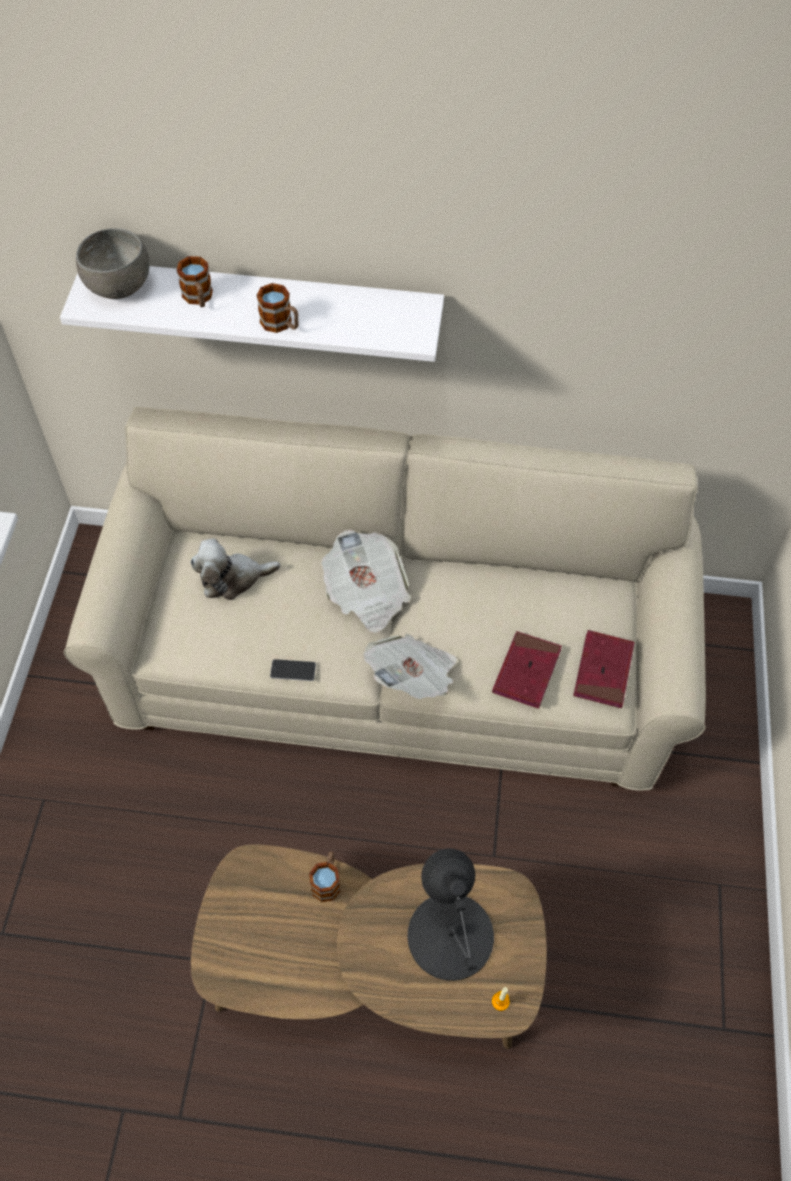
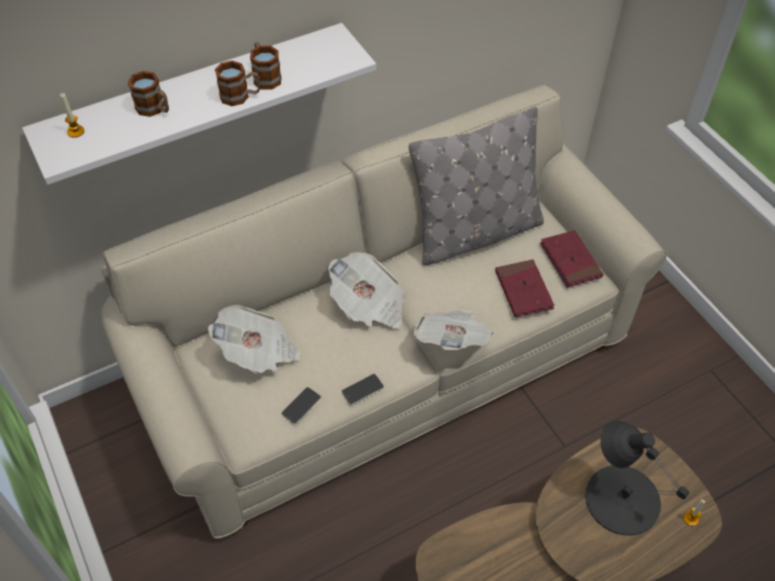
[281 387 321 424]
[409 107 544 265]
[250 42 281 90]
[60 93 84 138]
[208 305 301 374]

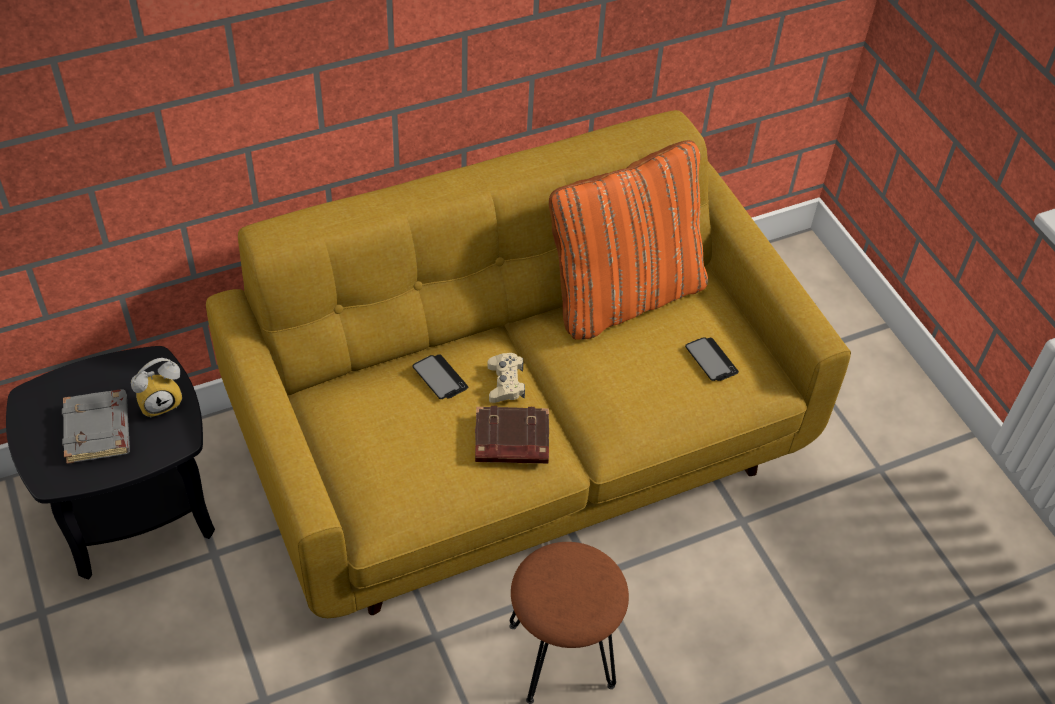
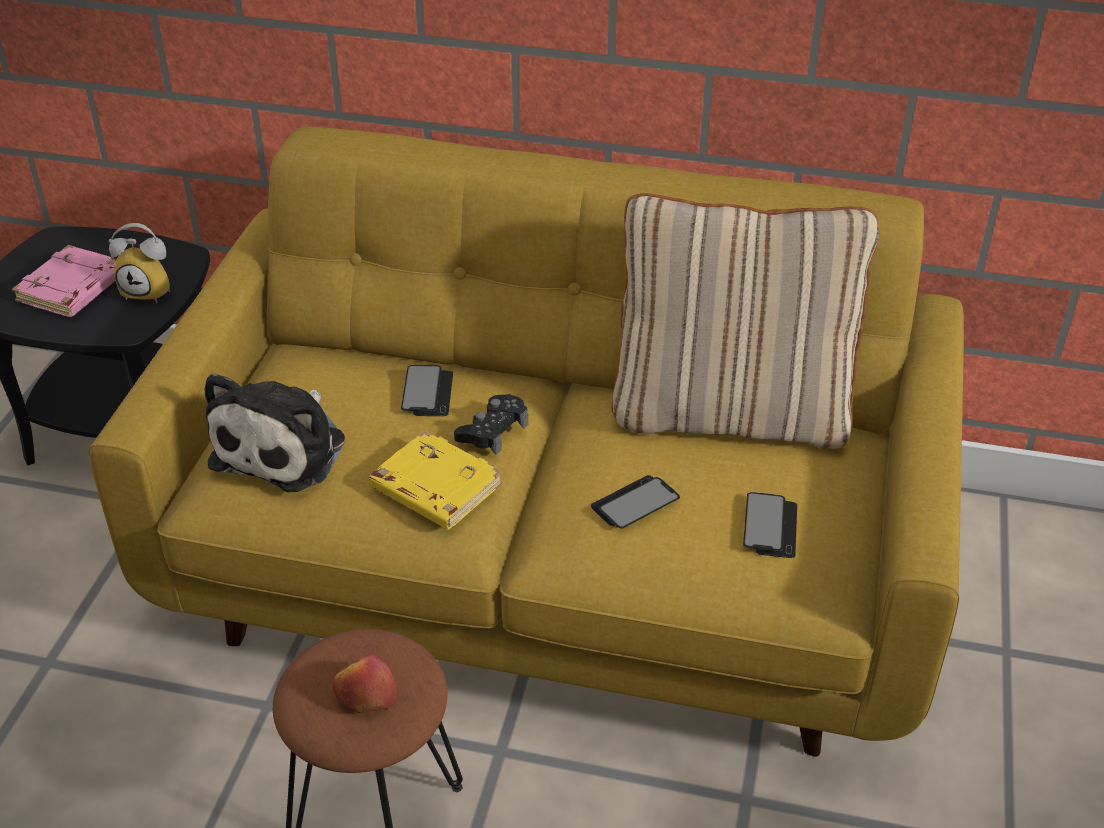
[205 373 345 492]
[333 654 396 713]
[591 475 680 529]
[12 245 117 317]
[369 430 503 530]
[454 394 528 455]
[611 193 879 449]

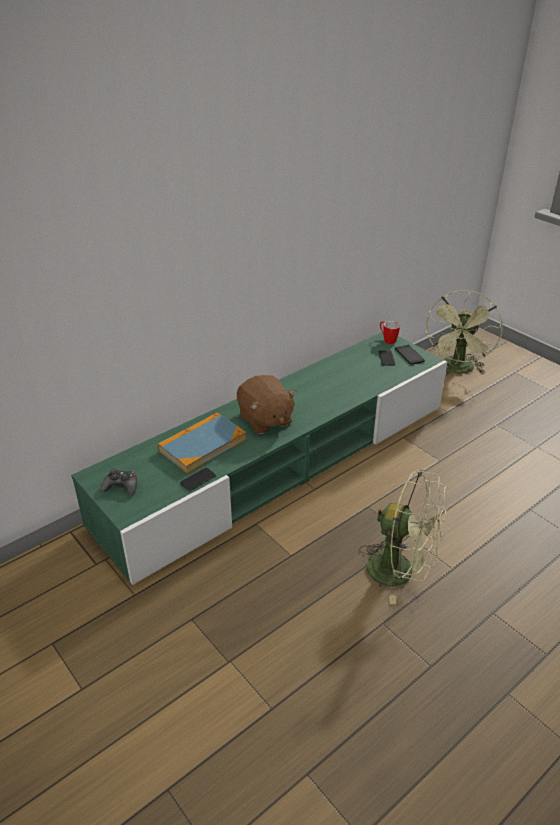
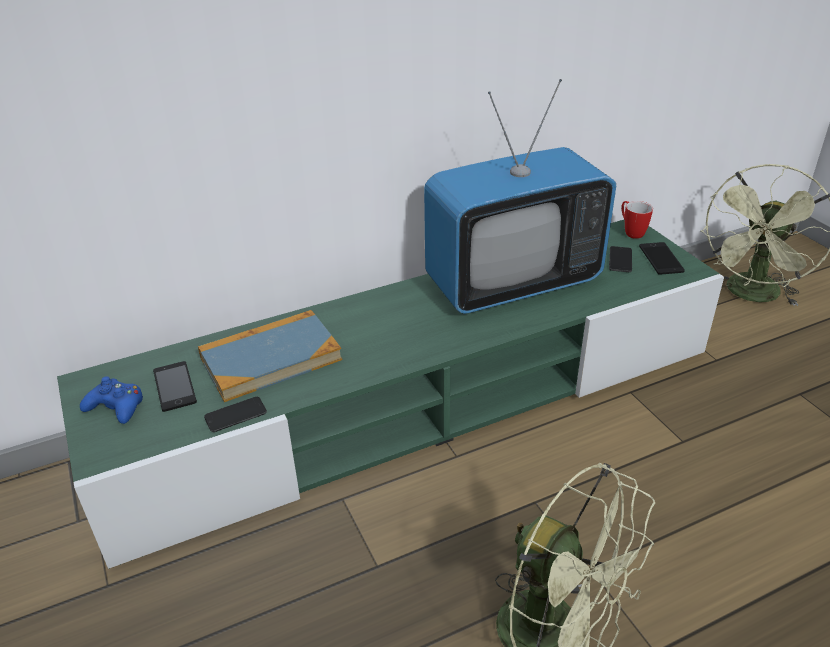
[237 375 296 434] (first image)
[153 361 197 412]
[424 79 616 314]
[80 376 143 424]

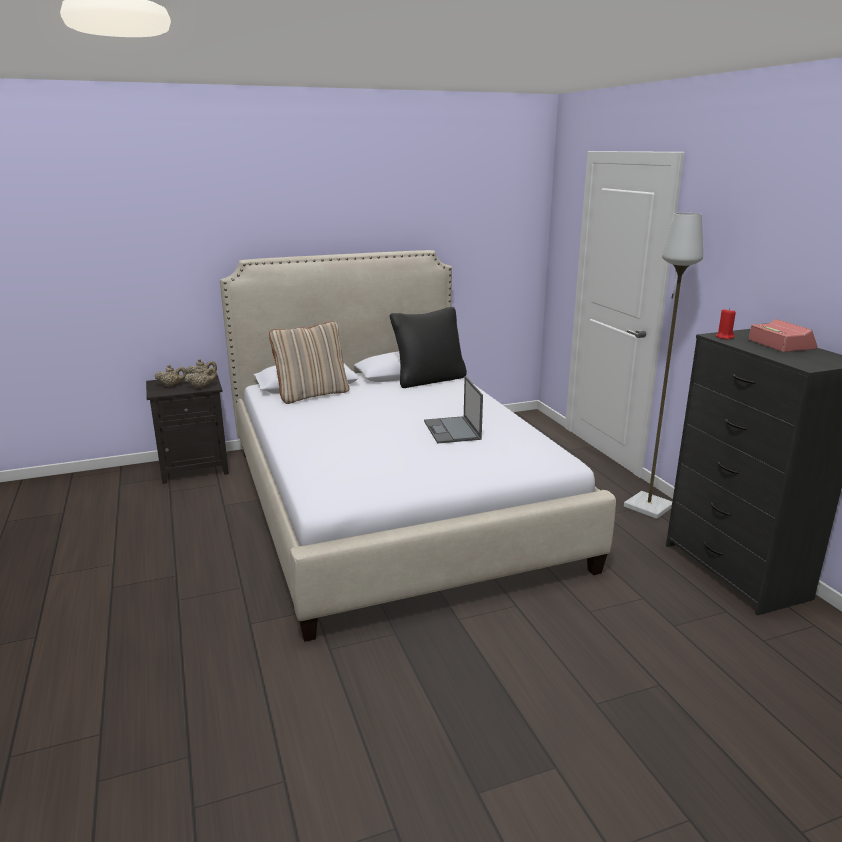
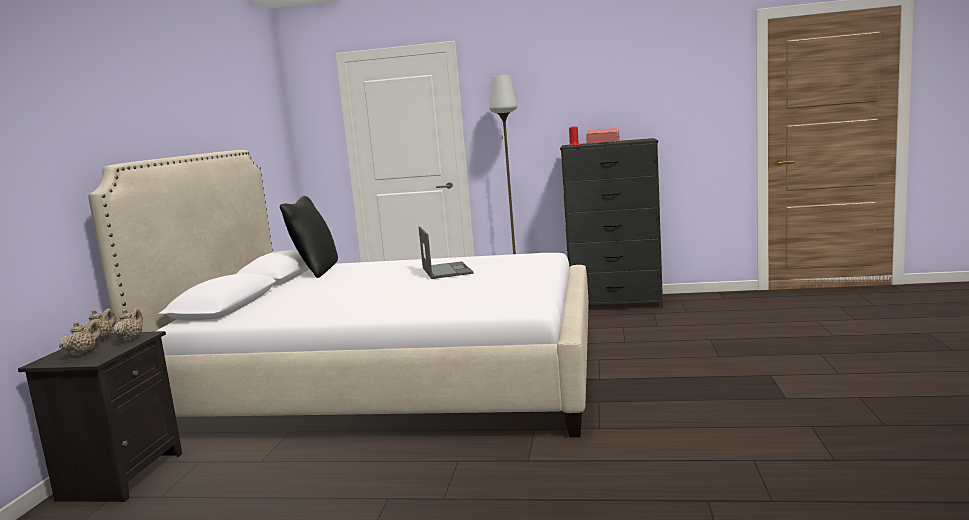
[269 321 350 404] (first image)
[419 227 474 279]

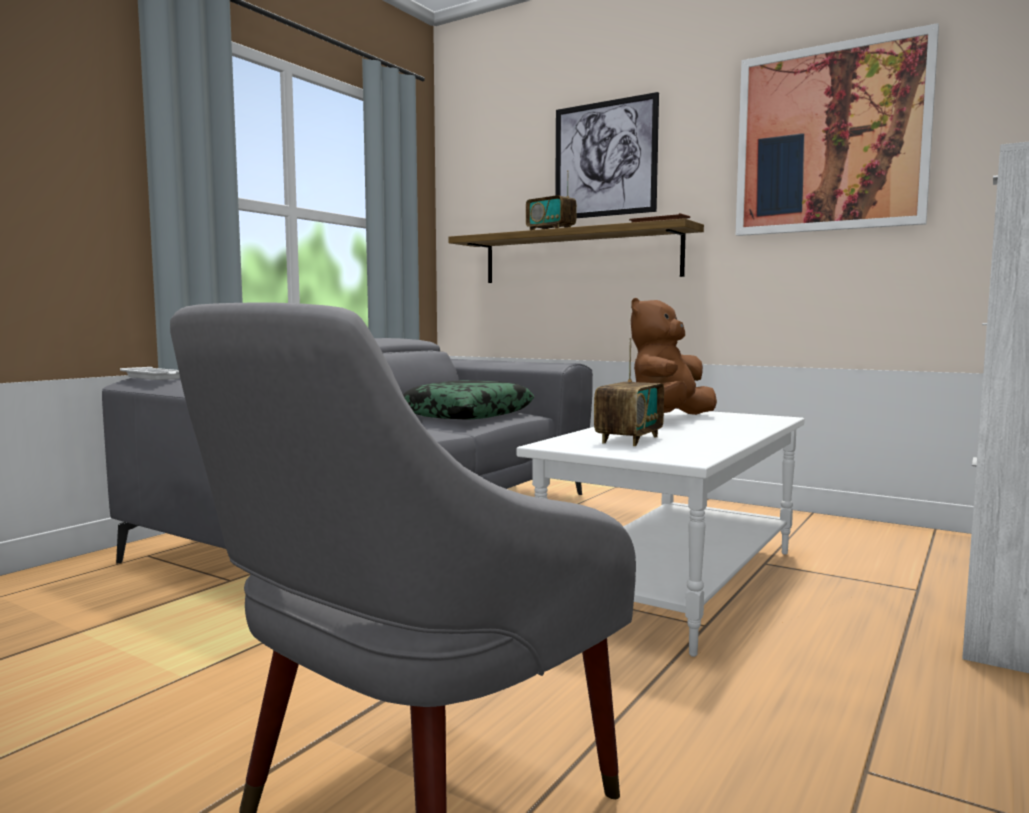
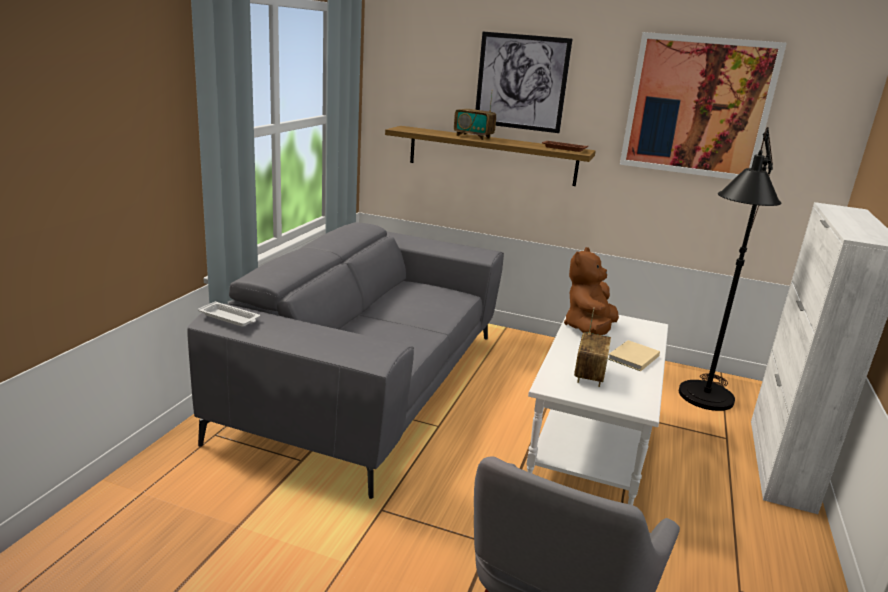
[403 380 534 420] (first image)
[608 340 660 371]
[679 127 781 411]

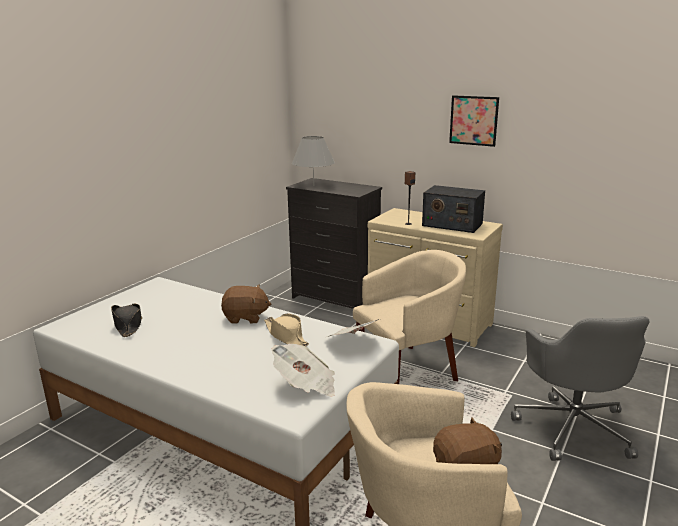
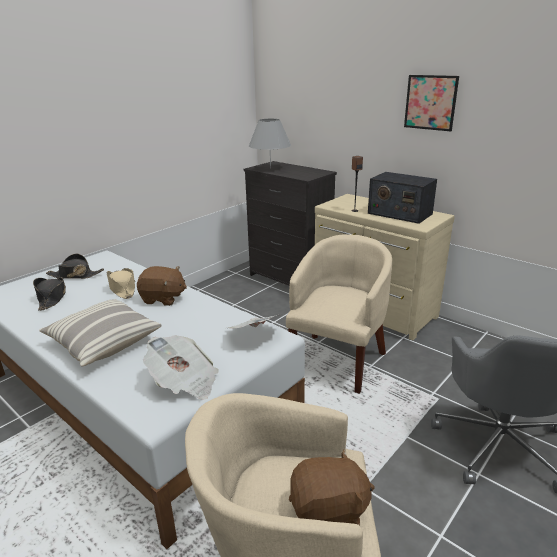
[39 299 162 367]
[46 254 104 279]
[106 268 135 299]
[286 234 392 394]

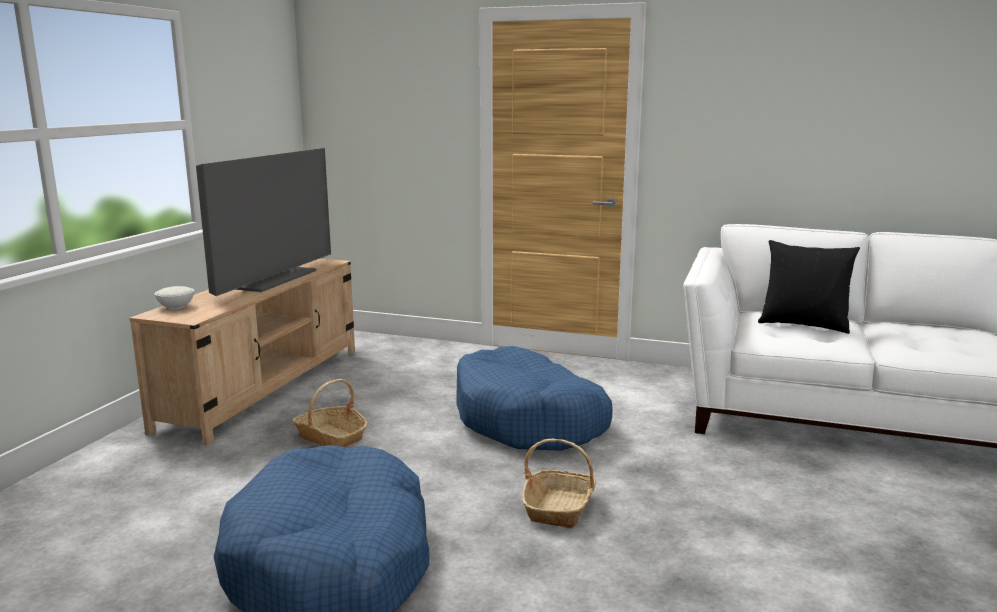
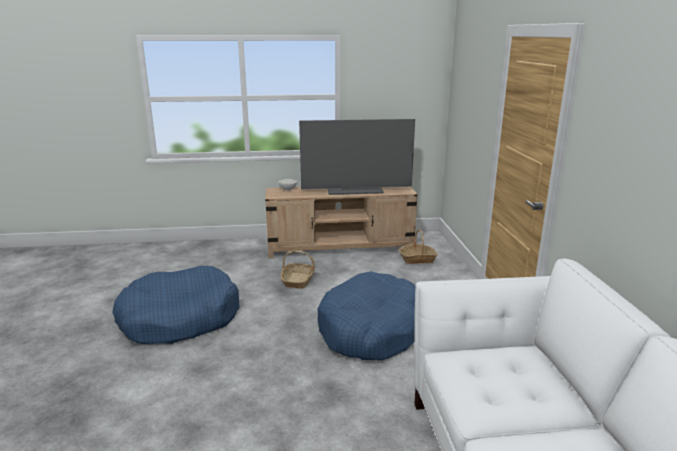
[758 240 860 334] (first image)
[399 229 438 264]

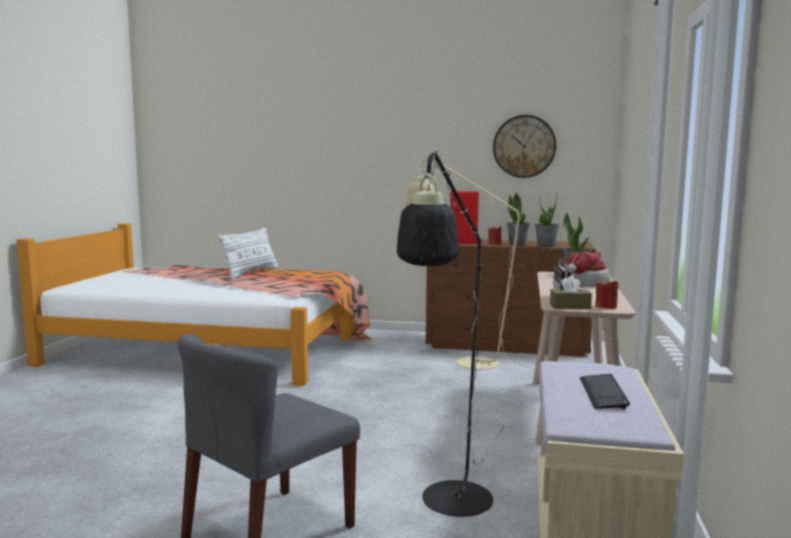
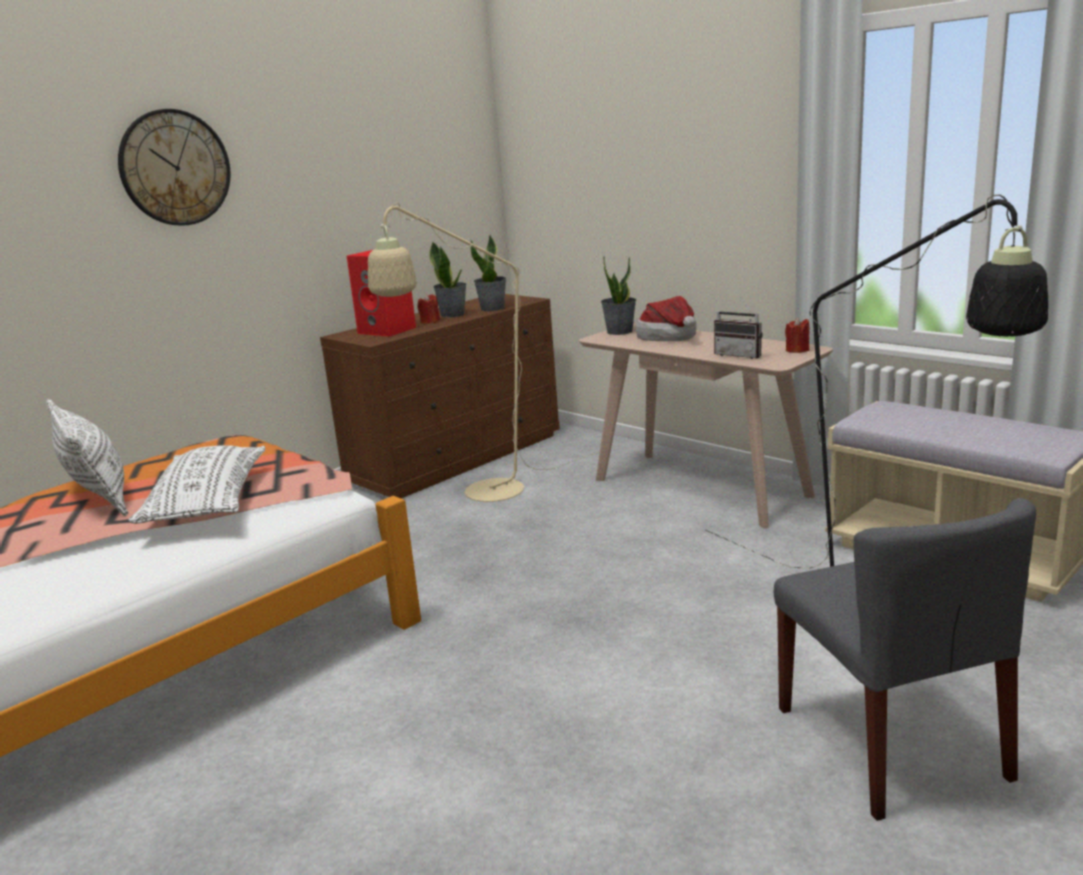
[550 275 592 309] (first image)
[580 374 630 409] (first image)
[129 445 265 524]
[118 109 231 226]

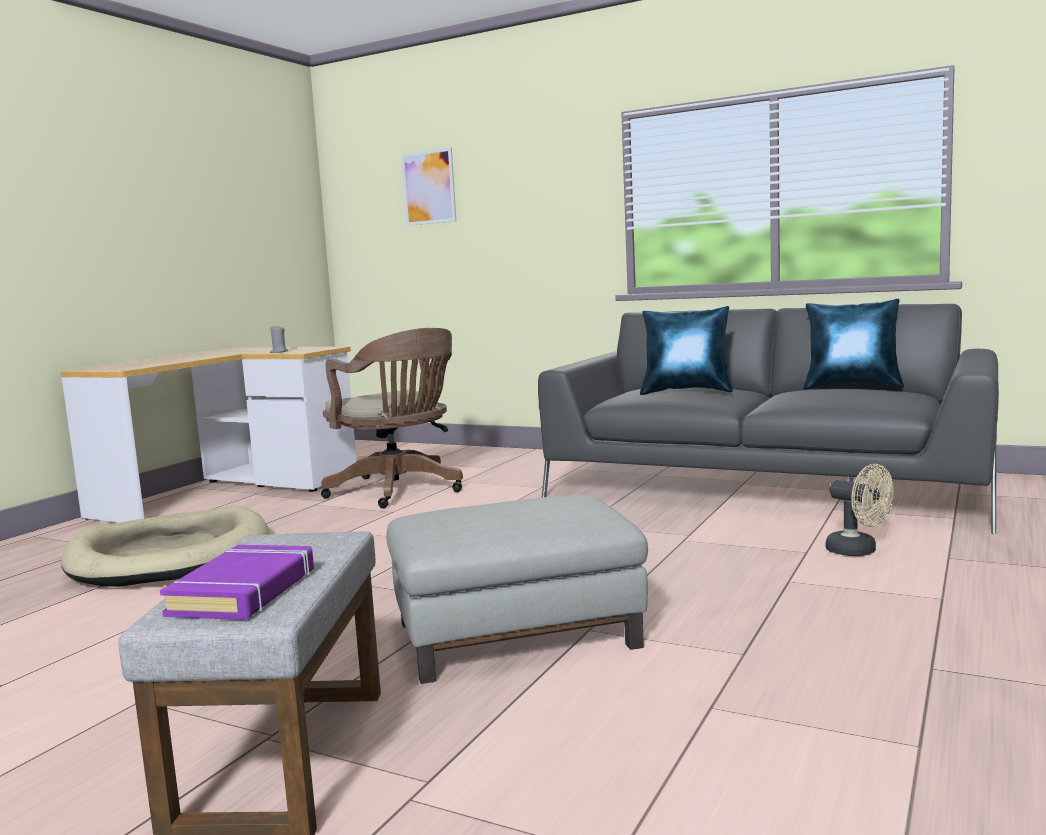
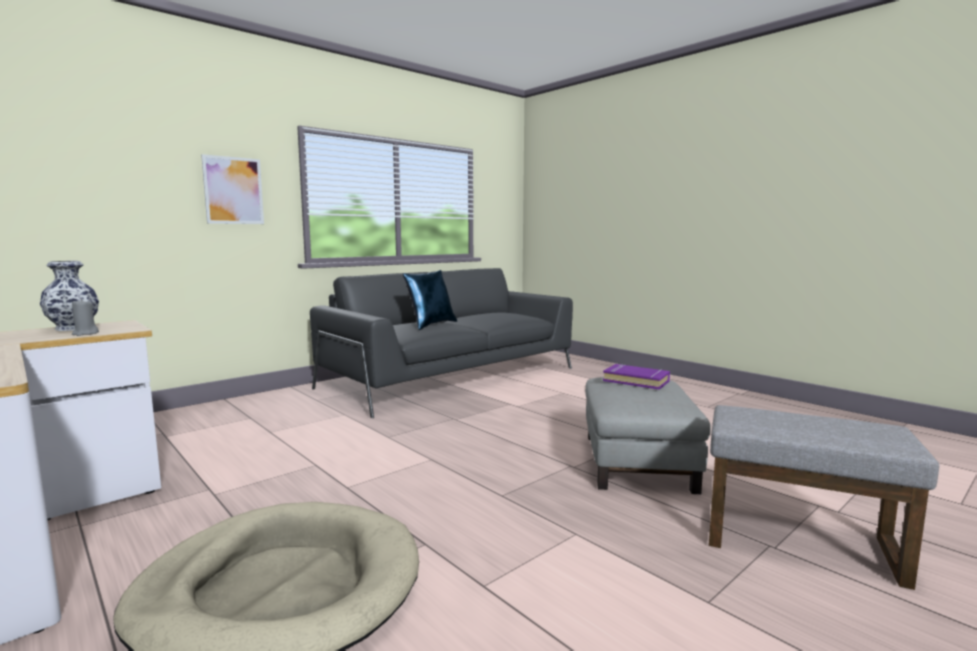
[321 328 463 508] (first image)
[804 299 904 389] (first image)
[825 464 894 556] (first image)
[40 261 99 331]
[603 364 670 390]
[201 154 264 224]

